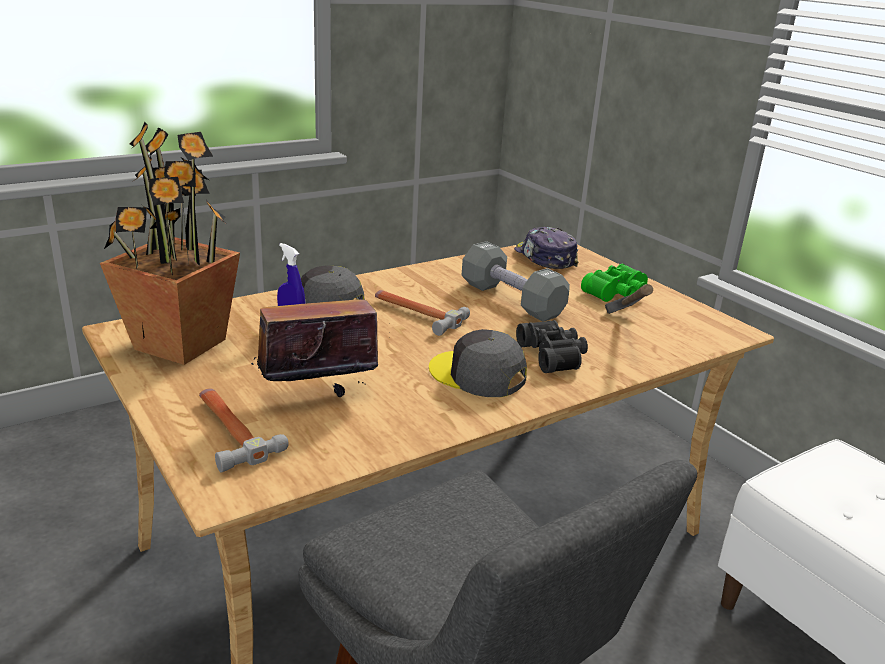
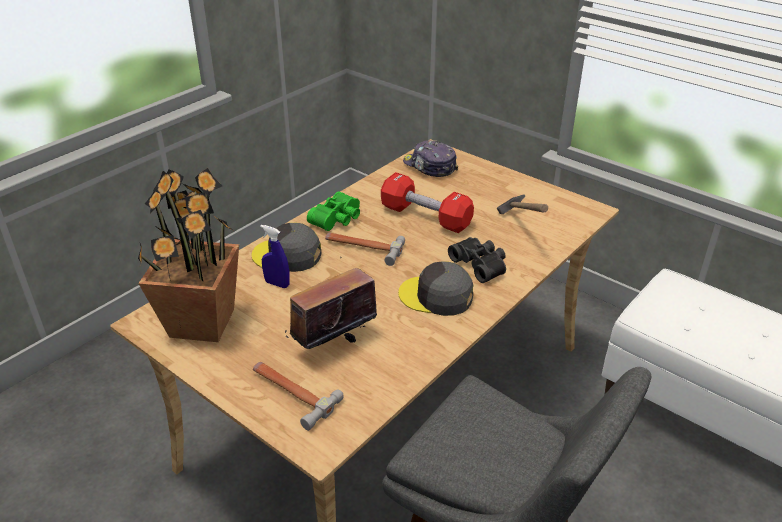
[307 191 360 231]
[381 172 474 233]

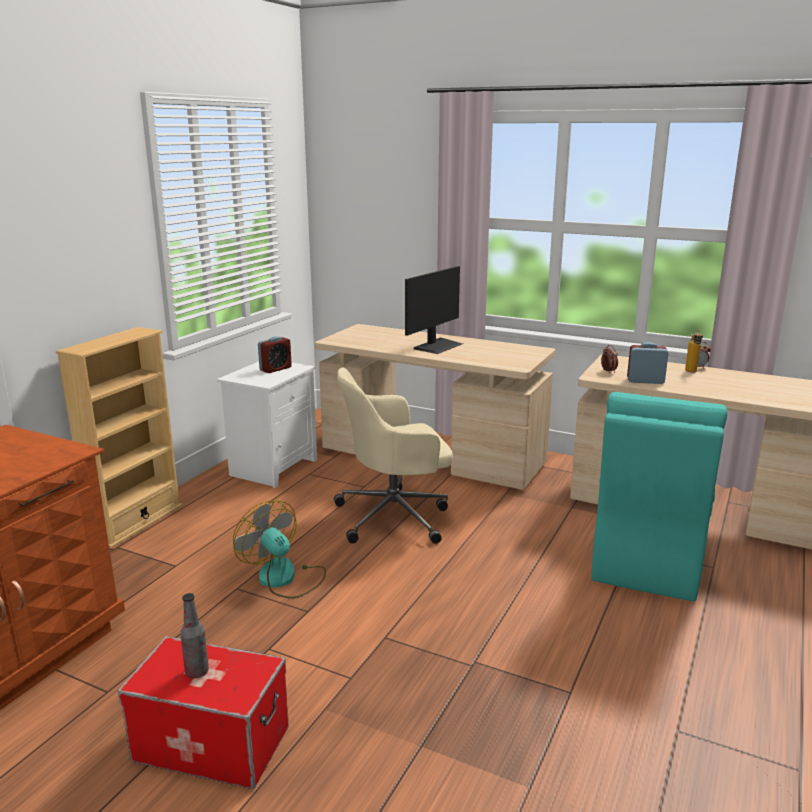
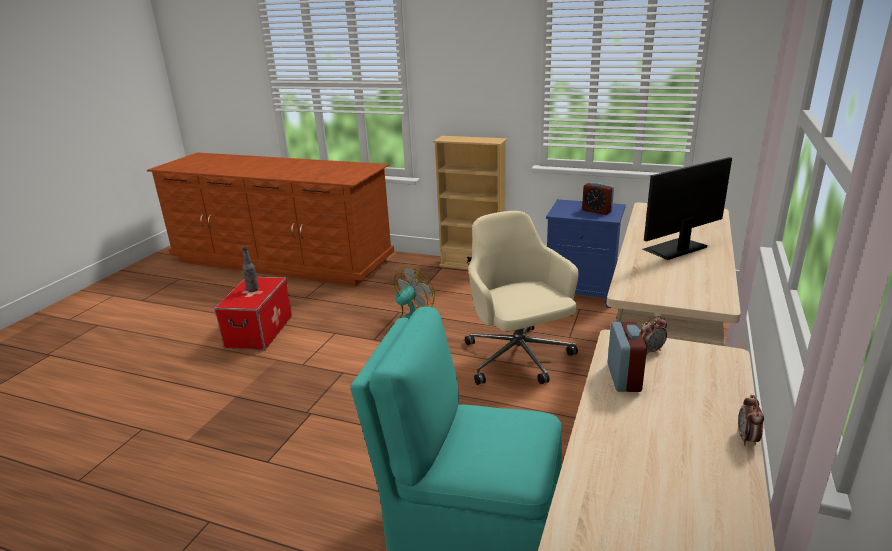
[685 329 703 372] (first image)
[546 199 626 308]
[642 157 732 260]

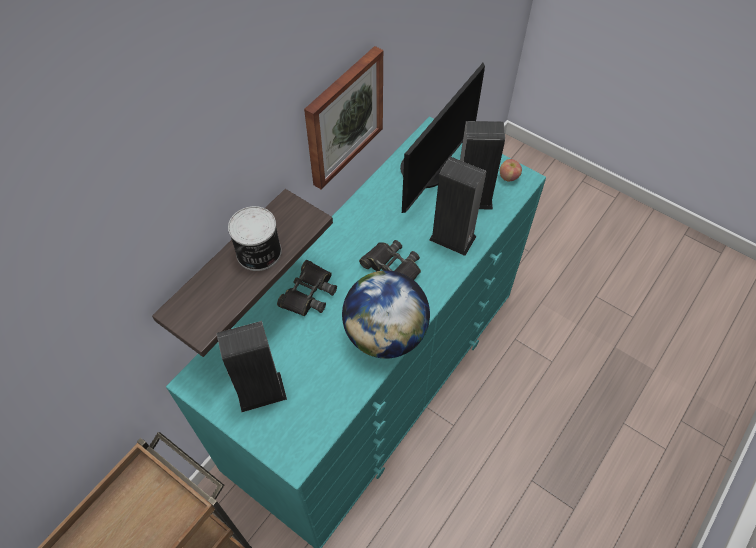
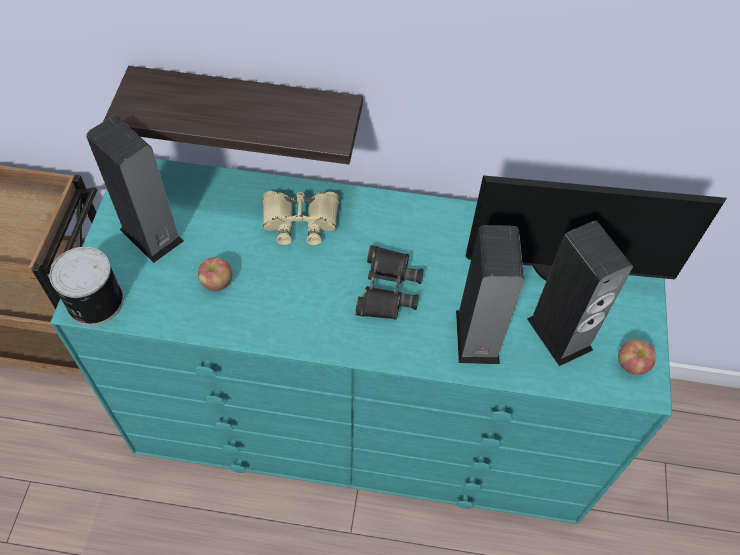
[304 46 383 190] (first image)
[342 270 430 359] (first image)
[198 257 232 291]
[49 247 124 326]
[263 191 339 245]

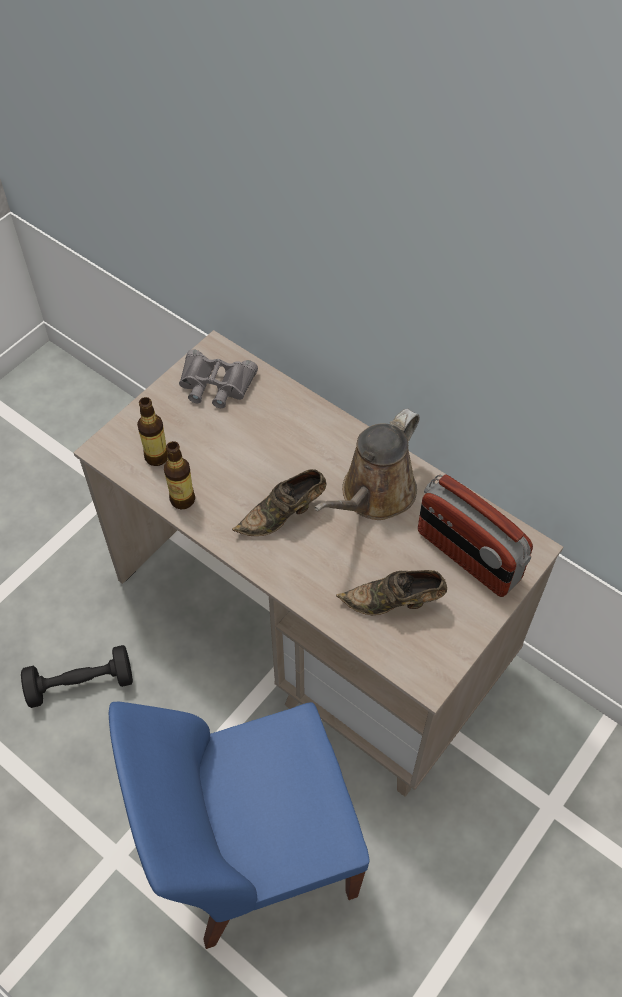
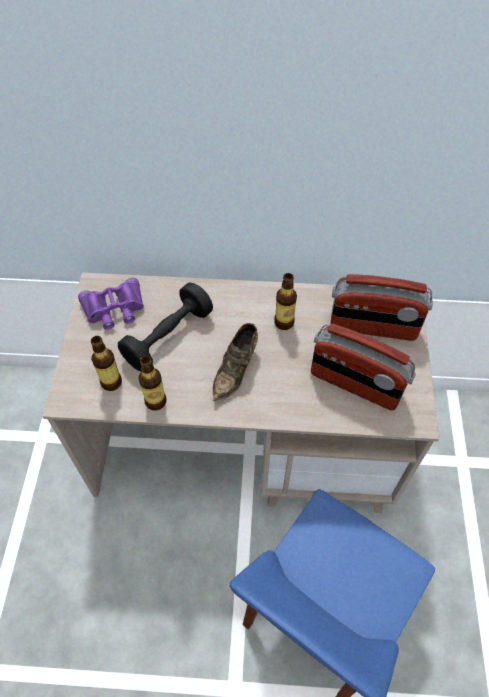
[118 282 213 371]
[274 273 297 330]
[311 323 416 411]
[78 278 144 330]

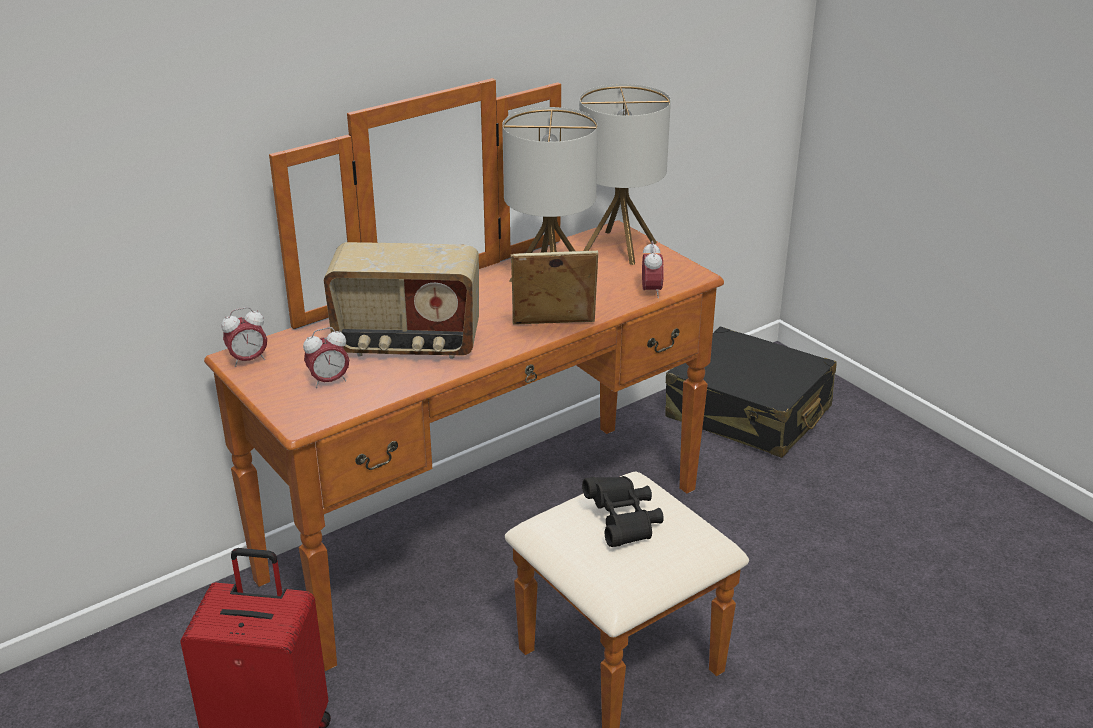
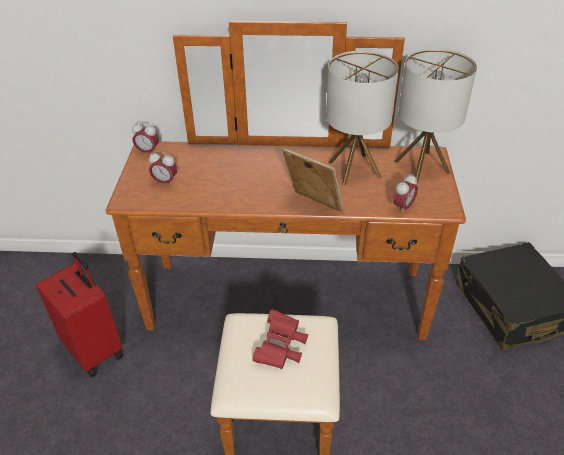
[324 242 479 359] (first image)
[252 309 308 369]

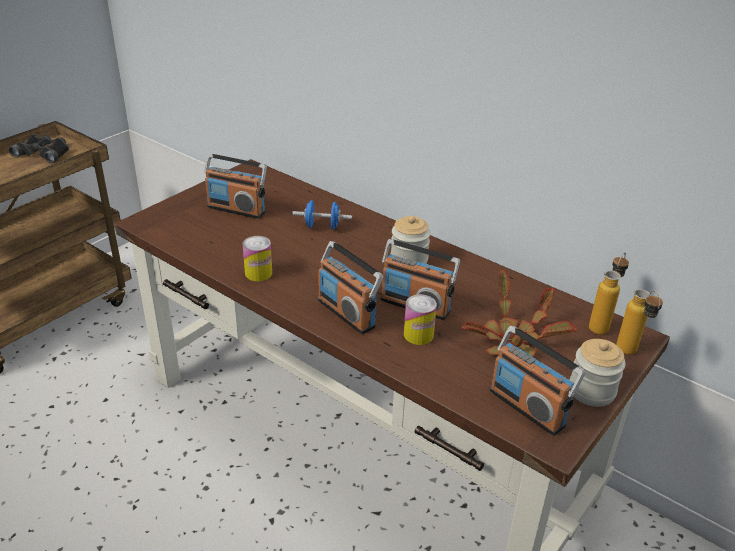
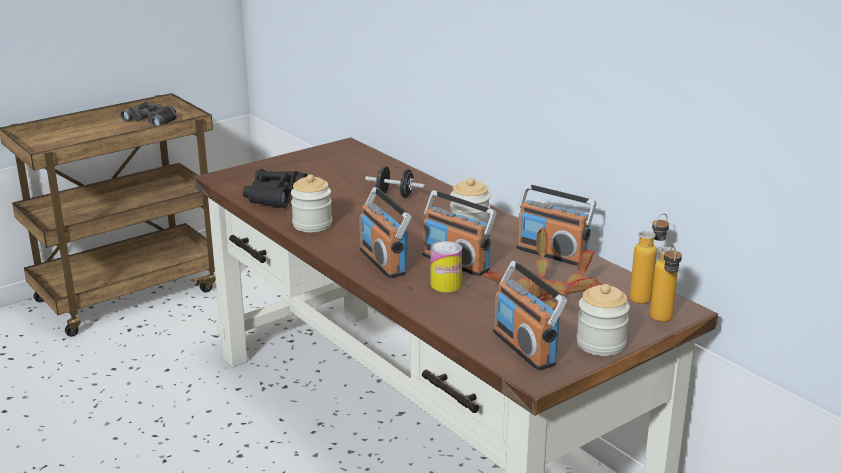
[243 169 308 208]
[517 184 596 266]
[291 174 332 232]
[365 166 425 198]

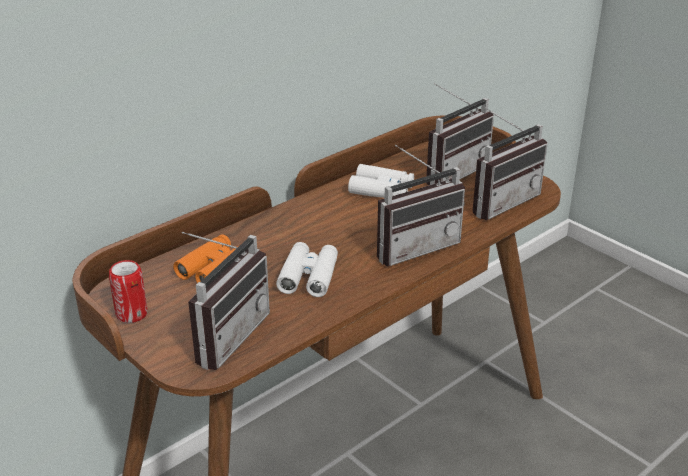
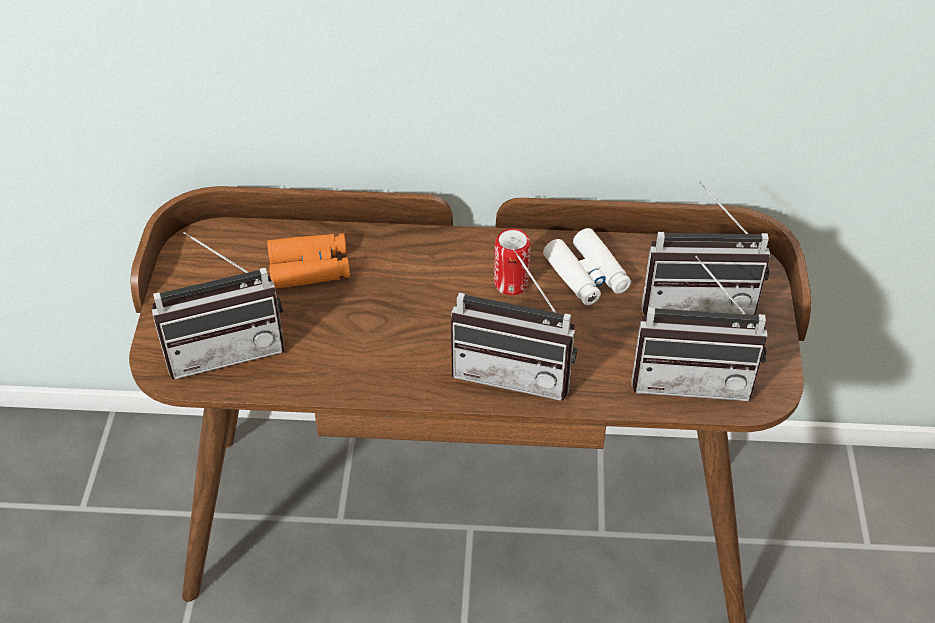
[276 242 338 297] (first image)
[494 228 531 295]

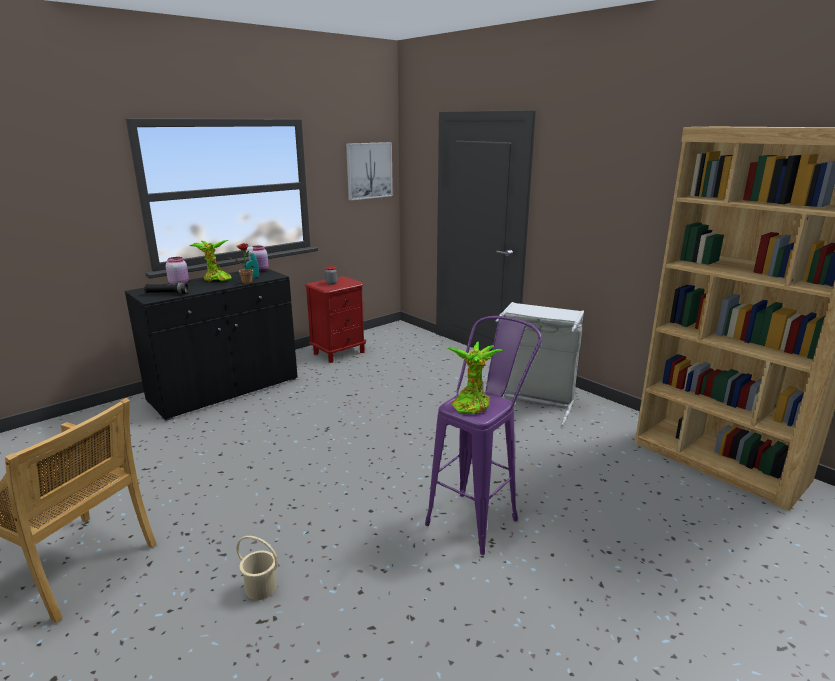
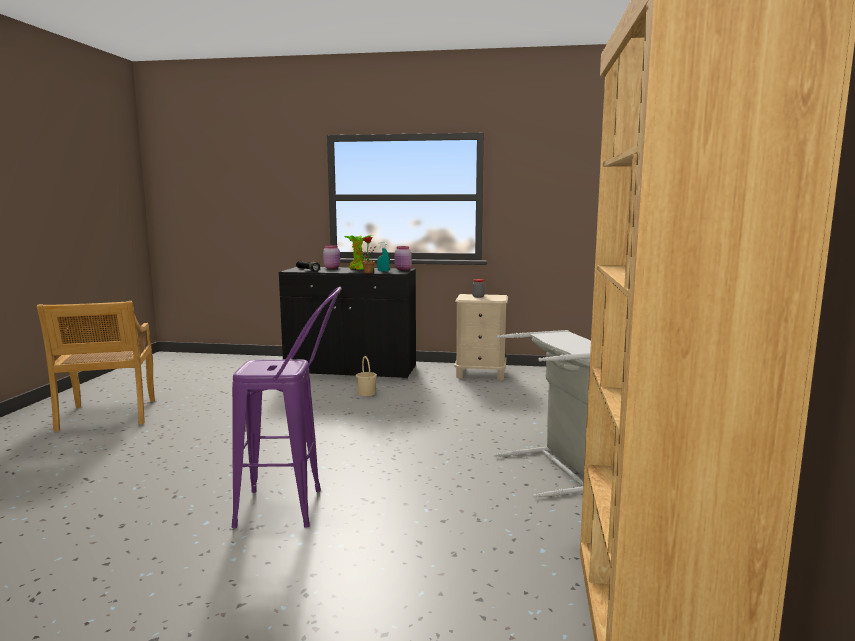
[346 142 393 200] (first image)
[447 341 504 414] (first image)
[356 356 377 396]
[454 294 508 380]

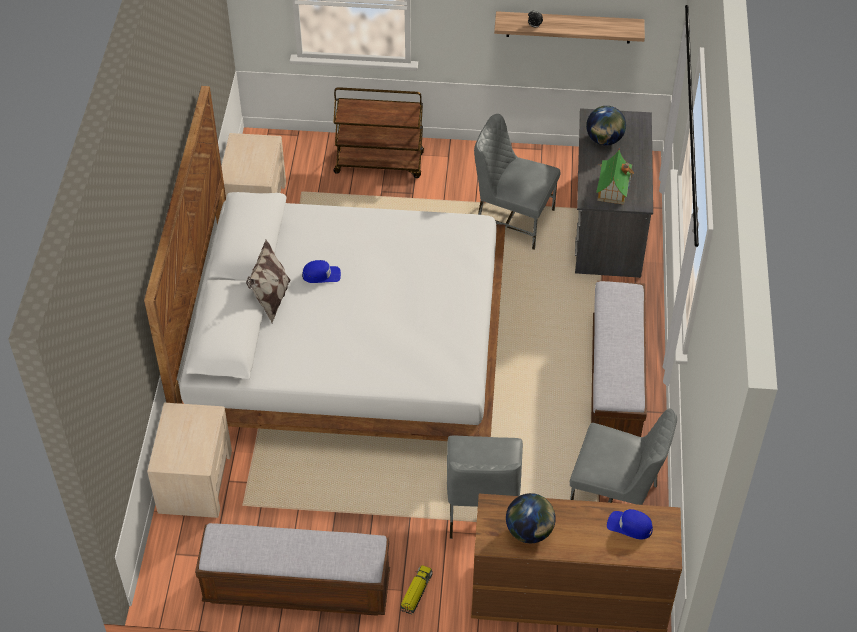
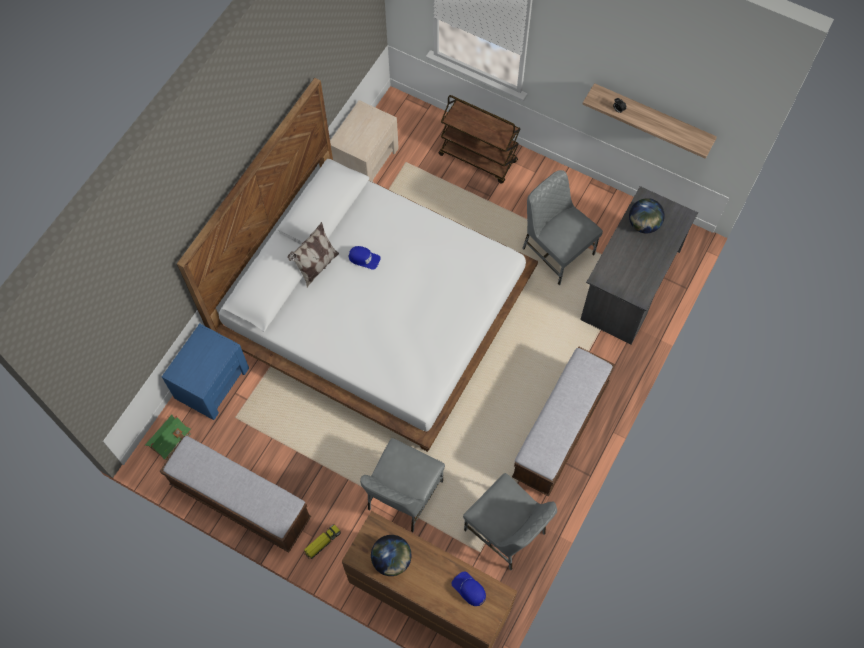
[145 415 191 460]
[162 323 249 420]

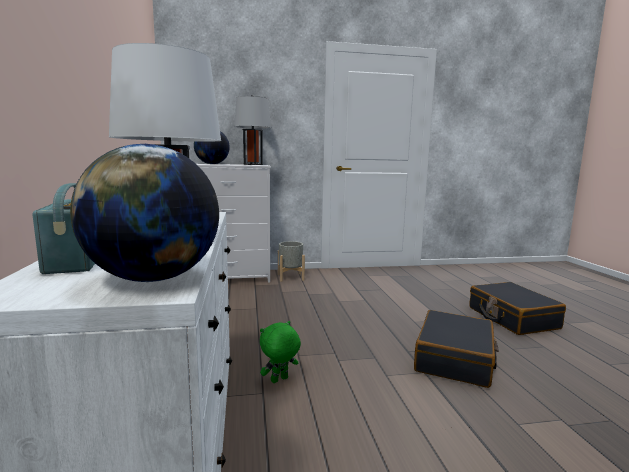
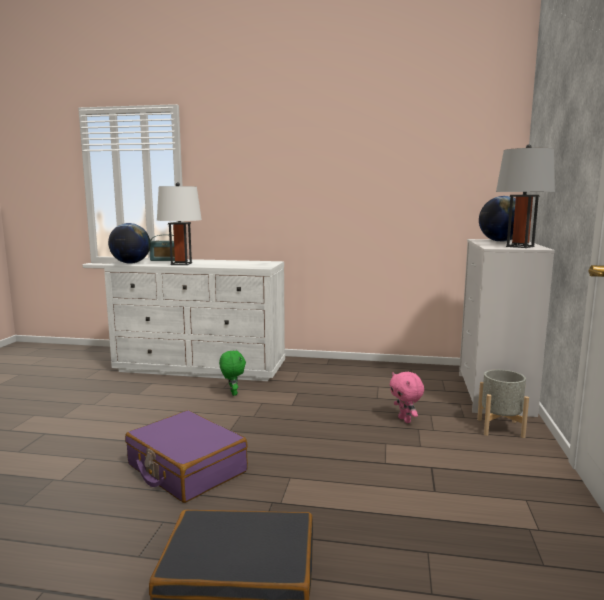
[390 372 424 423]
[125 410 248 503]

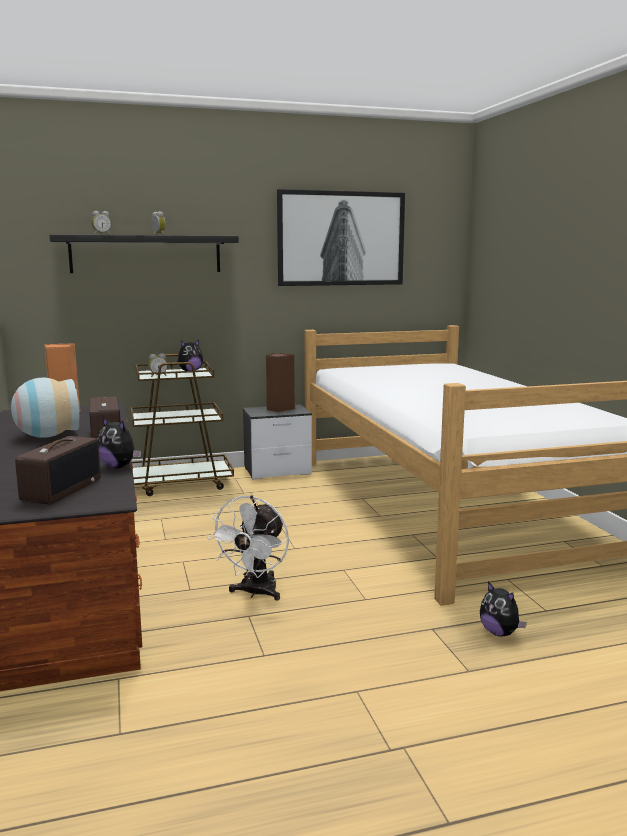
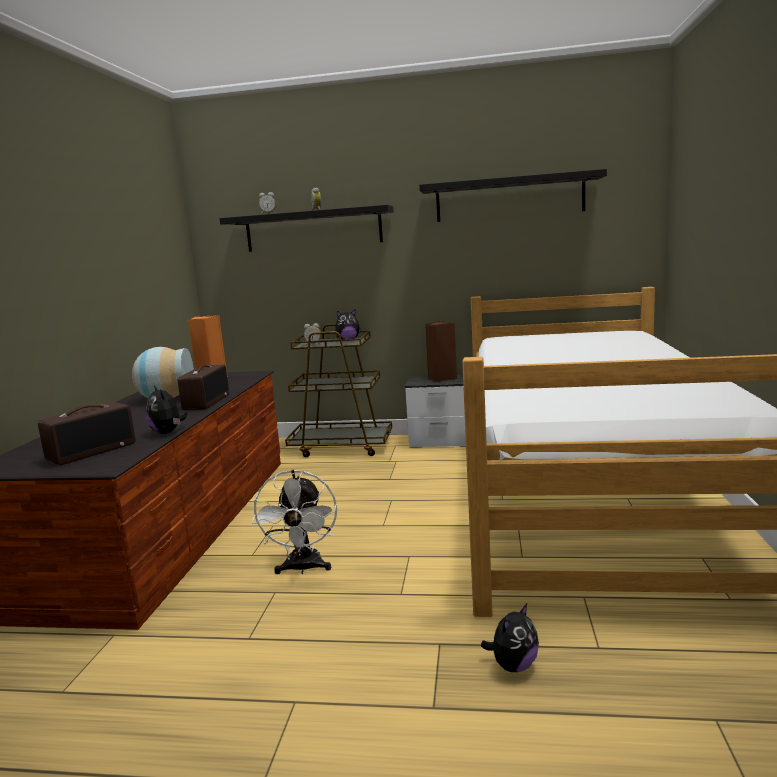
[419 169 607 222]
[252 470 337 574]
[481 603 539 672]

